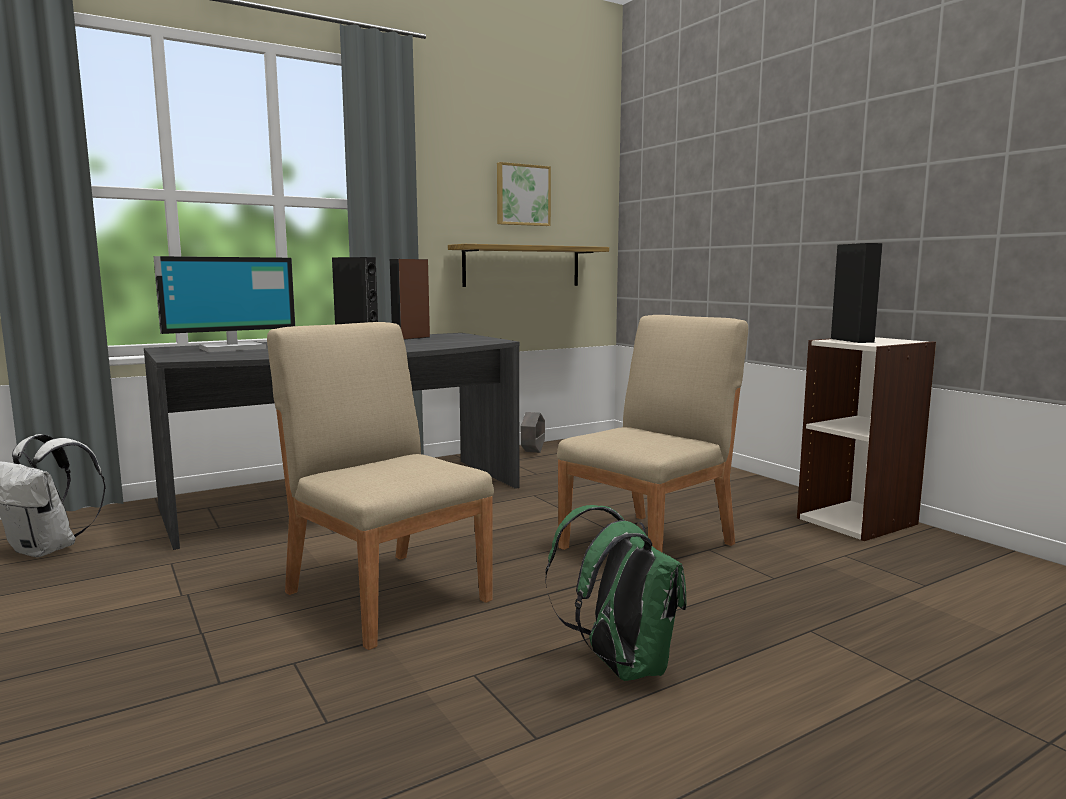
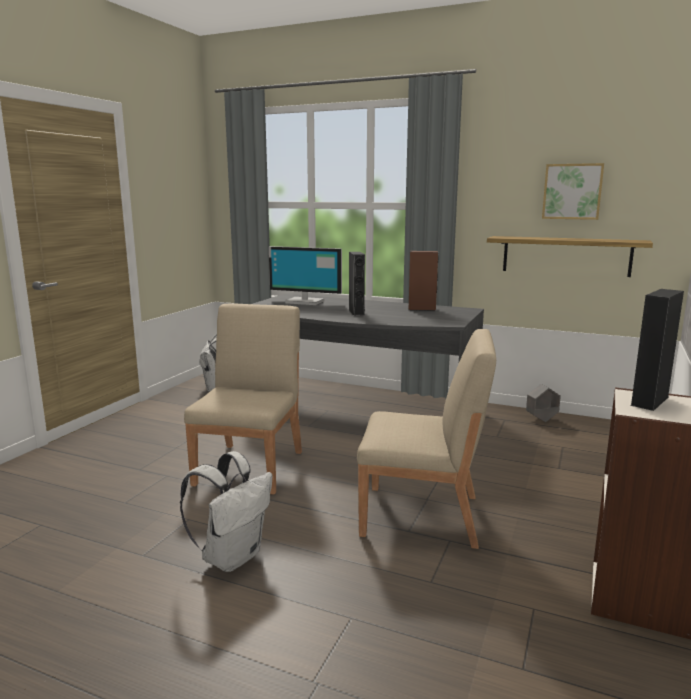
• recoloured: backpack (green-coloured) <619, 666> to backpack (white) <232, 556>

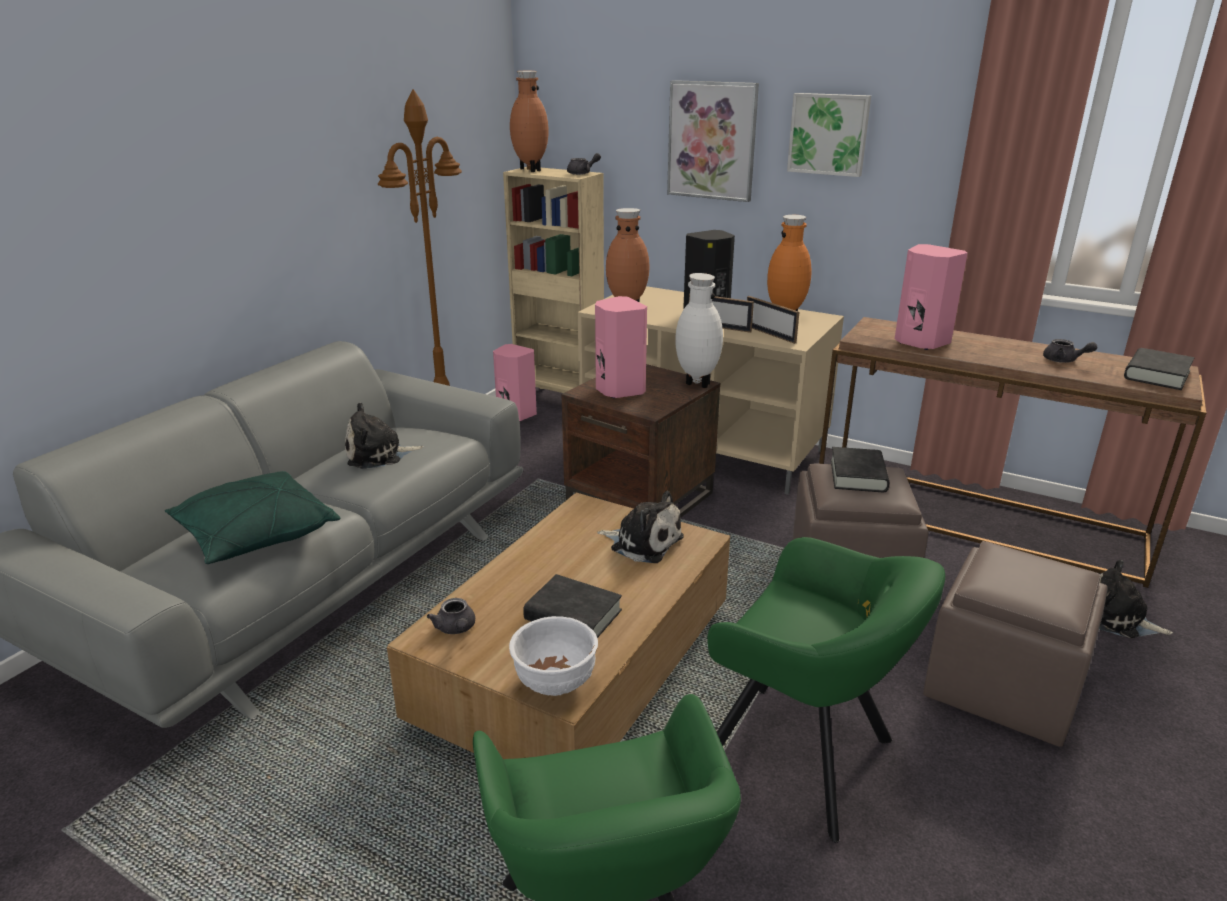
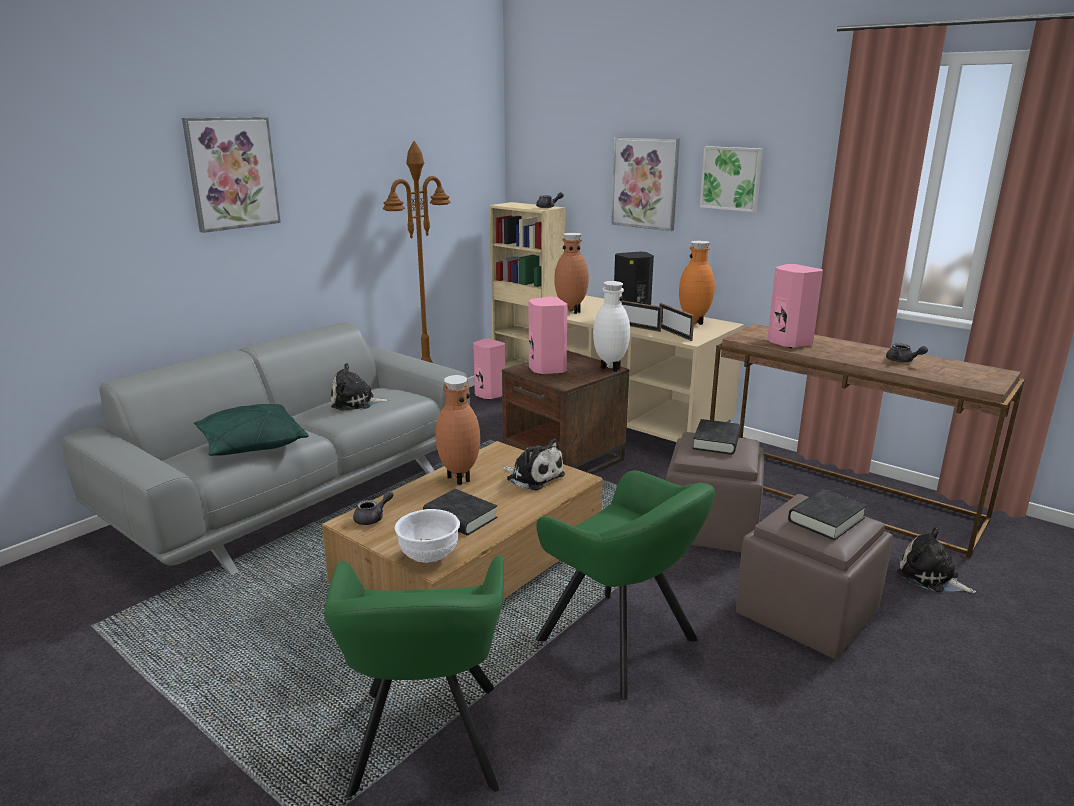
• moved: decorative vase (brown) <530, 170> to <458, 478>
• moved: volume (blackish) <1156, 375> to <826, 519>
• turned: pot for tea (gray) <456, 629> = <373, 518> 120 degrees counterclockwise
• added: wall art <232, 173>

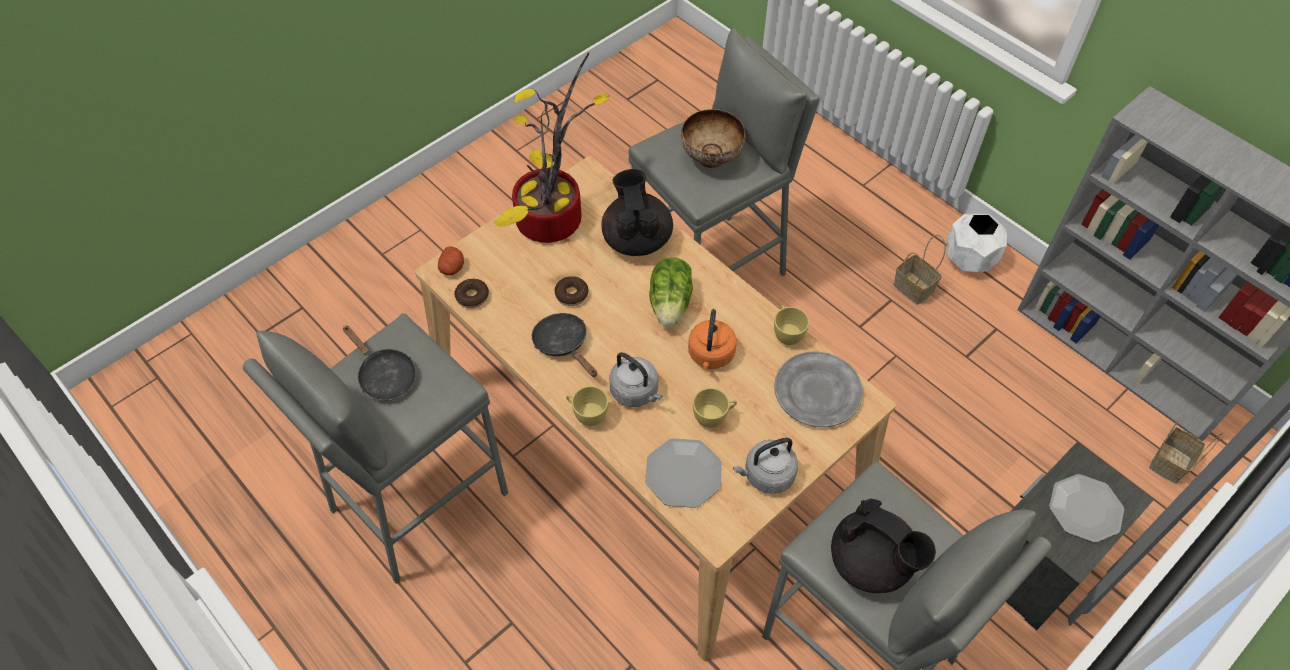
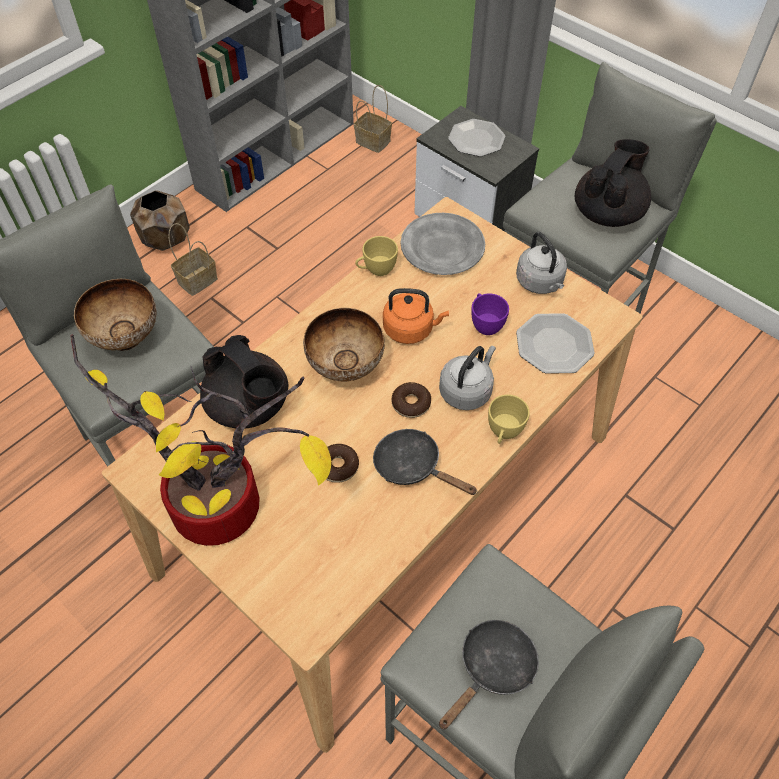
• turned: pot for tea (blackish) <636, 239> = <249, 406> 120 degrees counterclockwise
• recoloured: flower pot (white) <968, 259> to flower pot (brown) <165, 240>
• removed: spud <452, 268>
• replaced: head of lettuce <671, 303> to serving bowl <345, 367>
• moved: donut <472, 297> to <411, 404>
• turned: pan (blackish) <563, 344> = <413, 466> 75 degrees clockwise
• recoloured: small cup (yellowish) <714, 417> to small cup (purple) <485, 324>

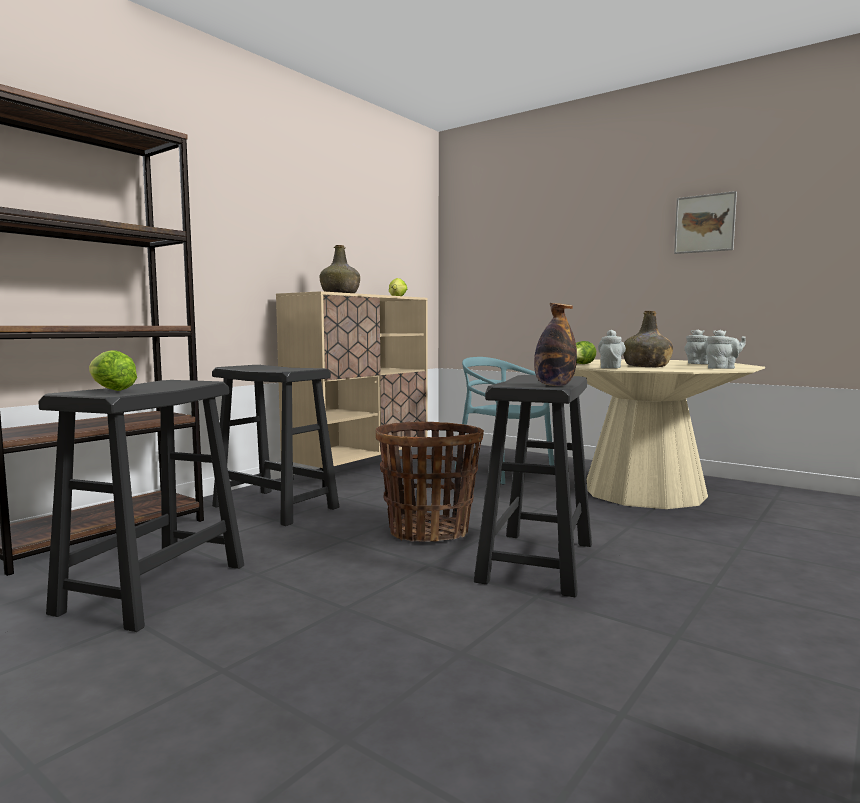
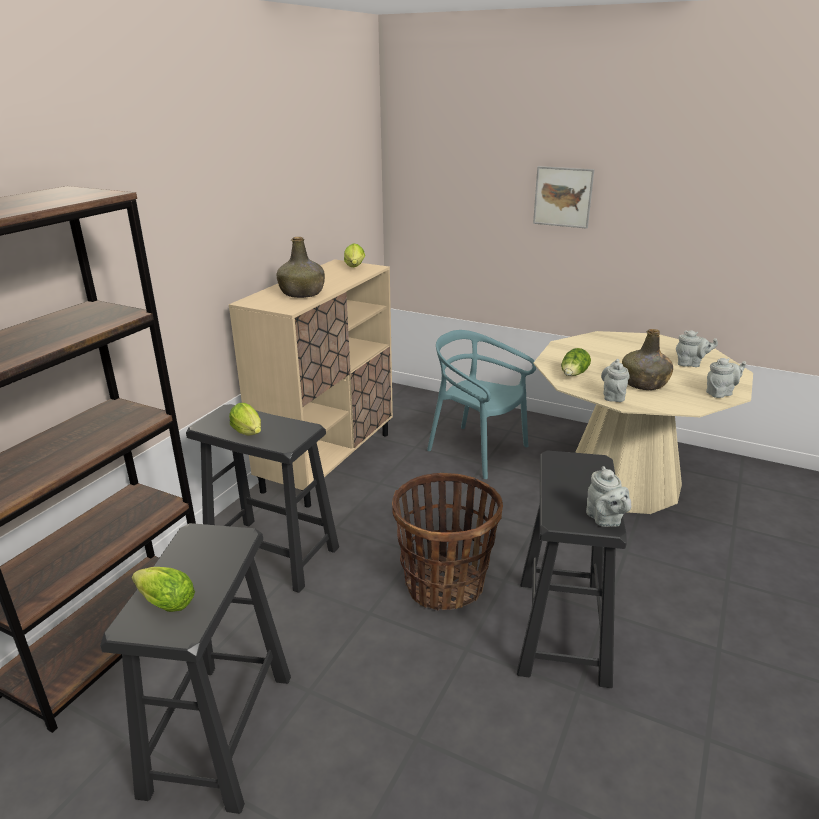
• moved: wall art <704, 223> to <563, 197>
• replaced: beverage bottle <554, 385> to pot for tea (gray) <605, 519>
• added: head of lettuce <249, 433>

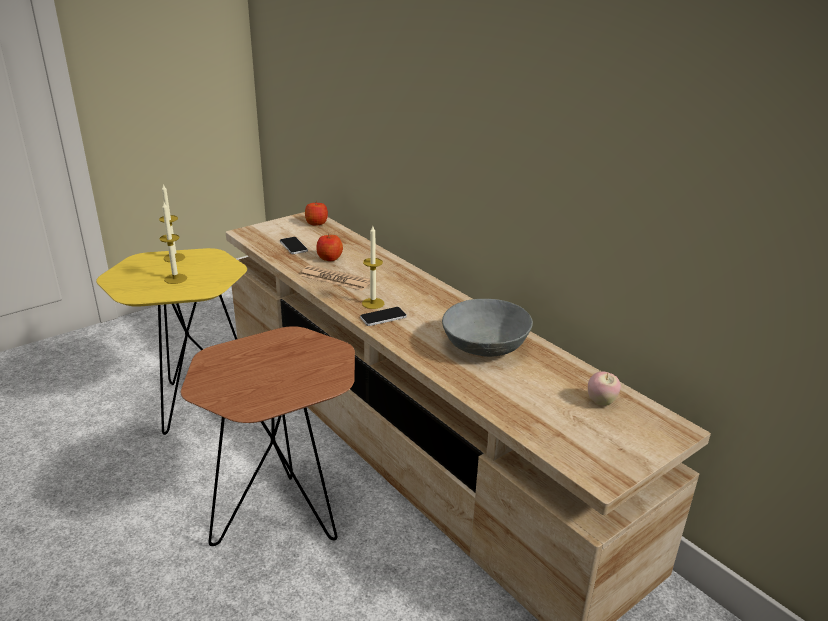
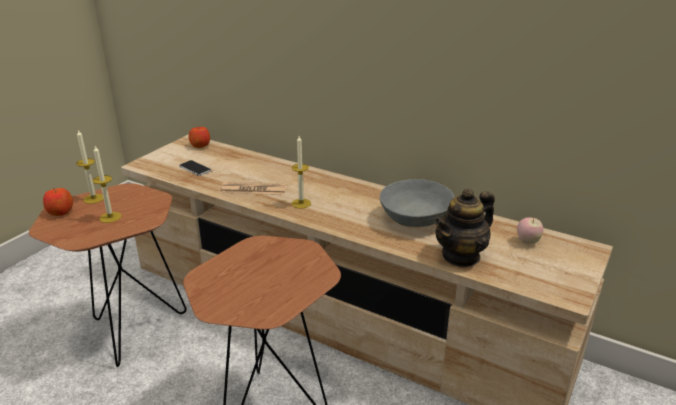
• moved: apple <329, 258> to <60, 212>
• recoloured: accent table (yellowish) <193, 405> to accent table (brown) <130, 333>
• removed: handset <383, 317>
• added: pot for tea <461, 256>

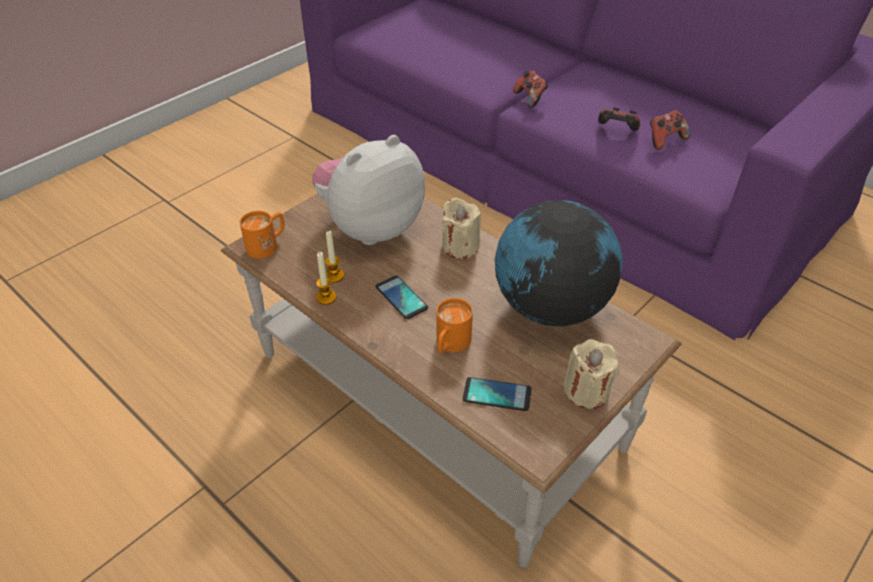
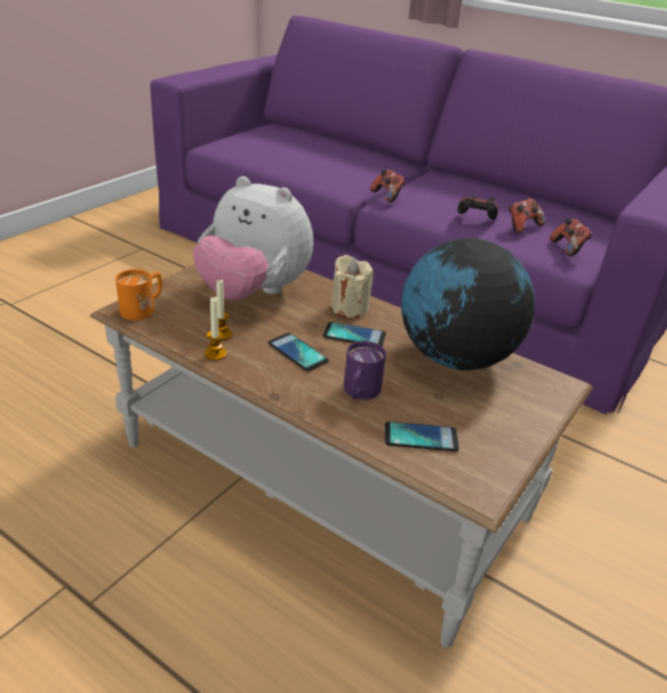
• turned: soft toy <371, 227> = <253, 293> 105 degrees counterclockwise
• recoloured: mug (orange) <450, 345> to mug (purple) <359, 393>
• removed: wax light (beige-coloured) <586, 391>
• added: joypad <568, 248>
• added: handset <354, 335>

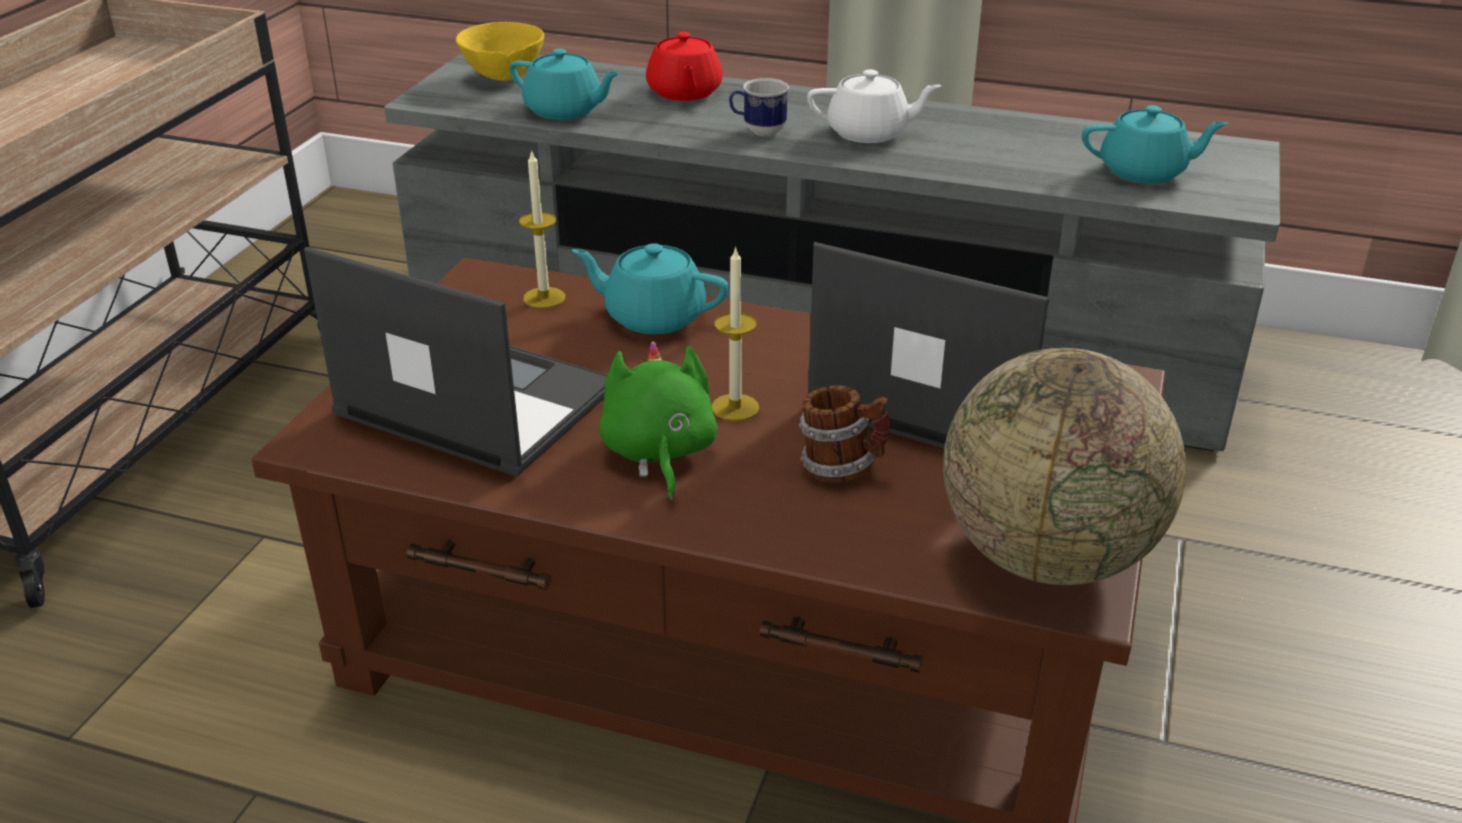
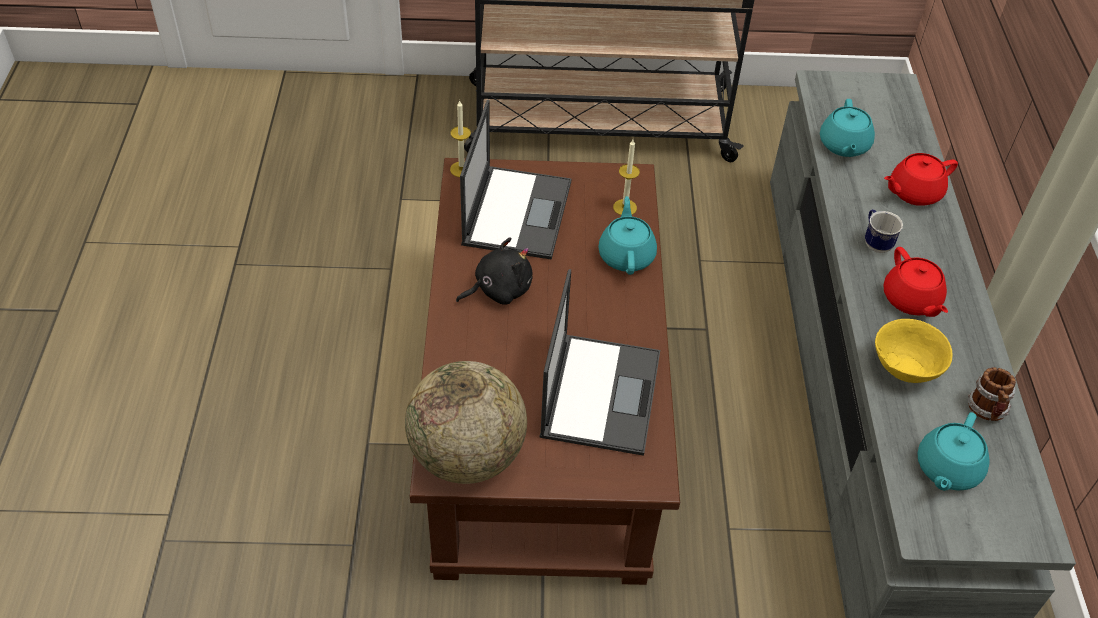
• moved: serving bowl (yellowish) <503, 77> to <904, 370>
• recoloured: pot for tea (white) <869, 133> to pot for tea (red) <911, 300>
• turned: pot for tea (turquoise) <1144, 172> = <947, 469> 45 degrees clockwise
• moved: wax light <735, 407> to <461, 169>
• recoloured: soft toy (green-coloured) <658, 453> to soft toy (blackish) <499, 289>
• moved: mug <842, 468> to <986, 411>

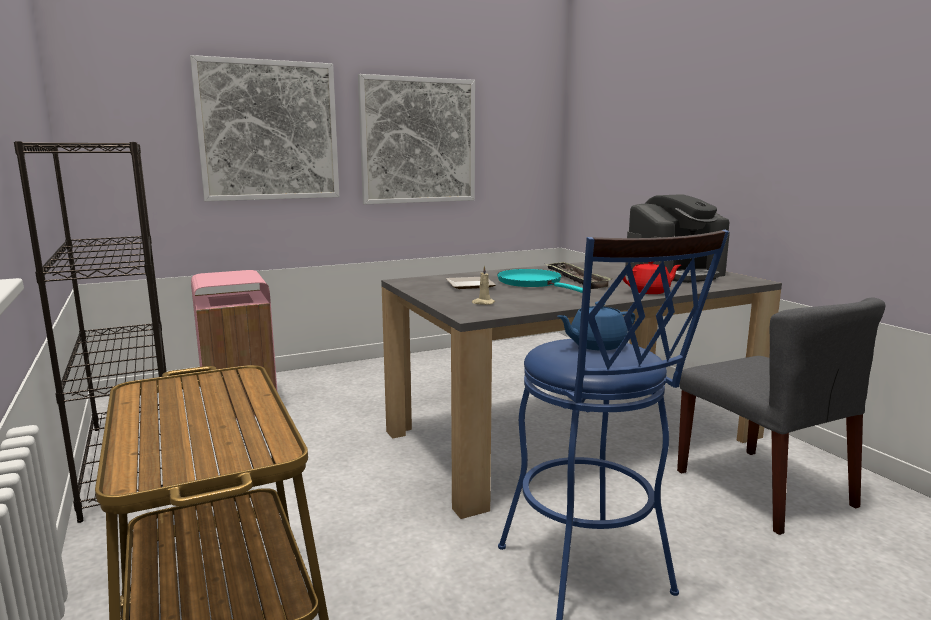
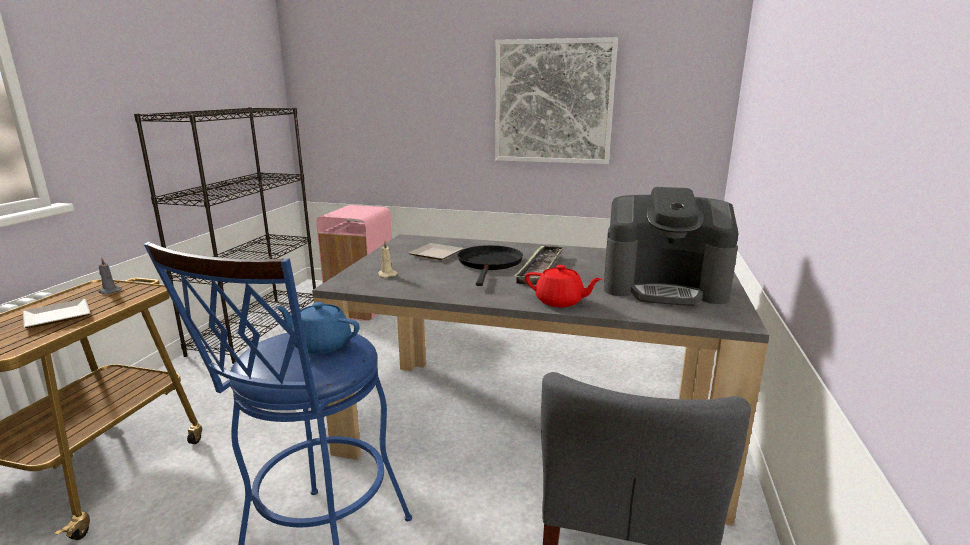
• removed: wall art <269, 131>
• recoloured: pan (turquoise) <532, 283> to pan (blackish) <490, 263>
• added: wax light (gray) <109, 291>
• added: dinner plate <55, 317>

